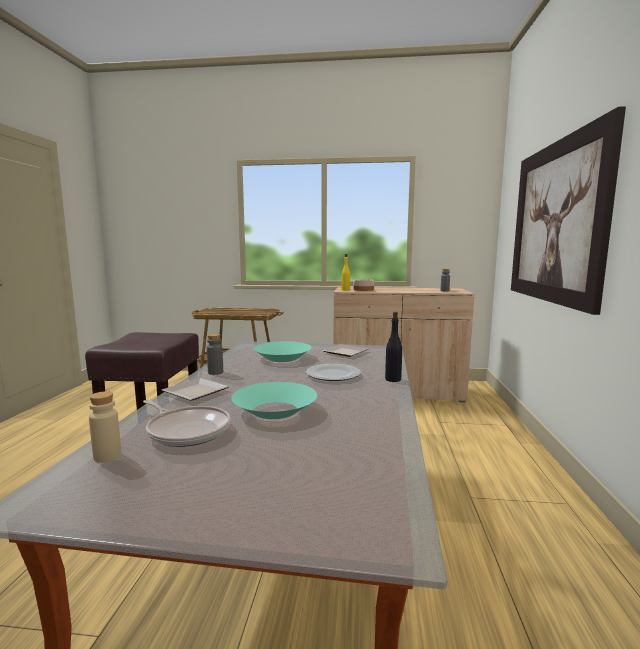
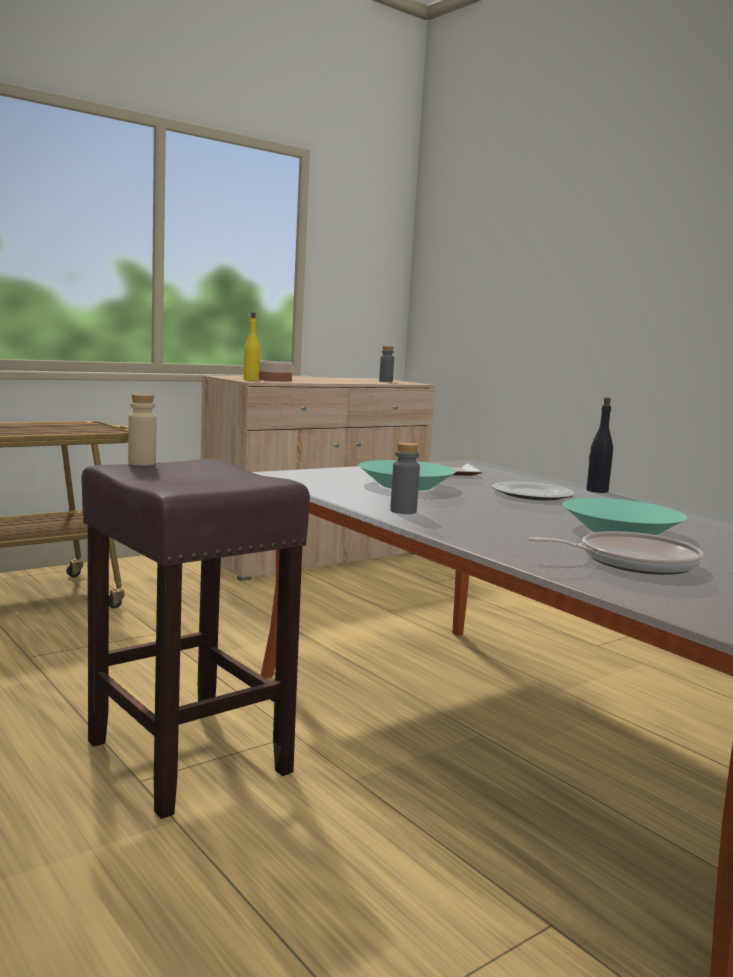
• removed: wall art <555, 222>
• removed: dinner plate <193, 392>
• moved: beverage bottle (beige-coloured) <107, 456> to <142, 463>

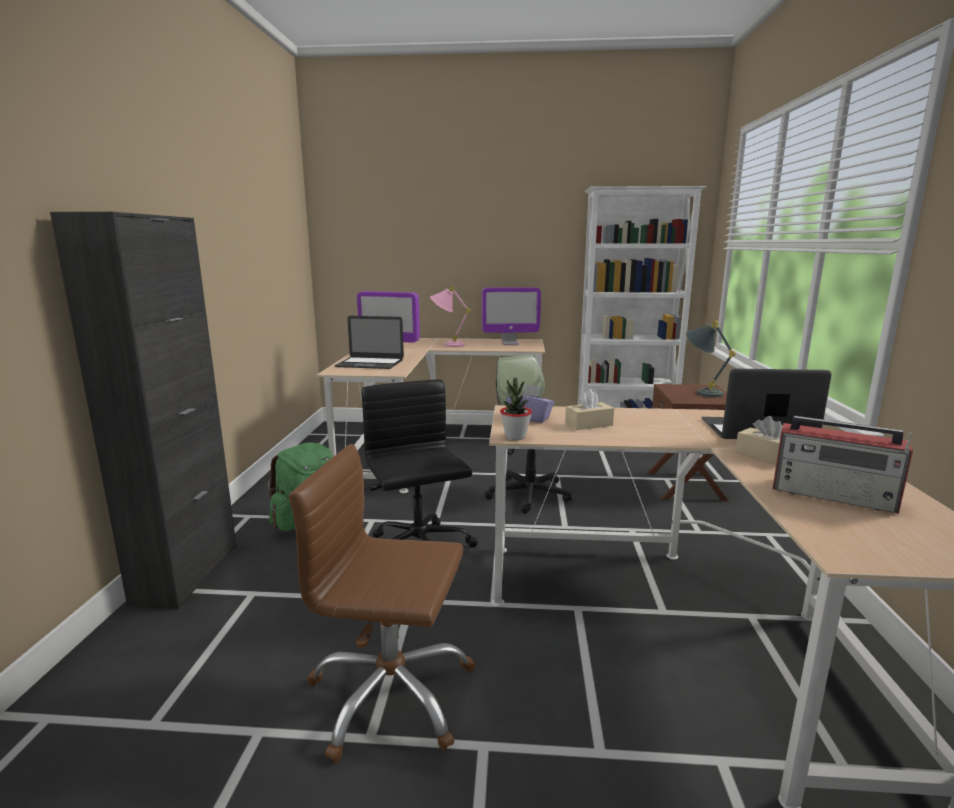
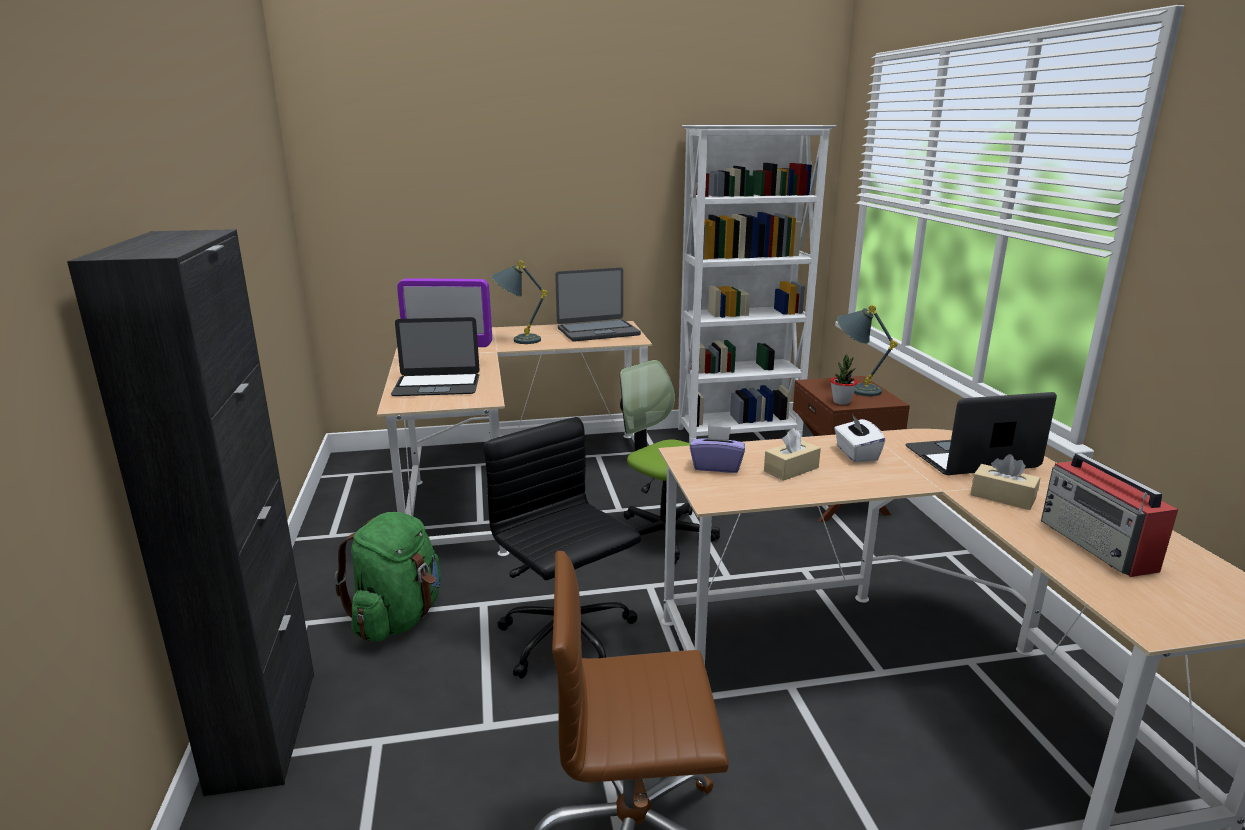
• recoloured: tabletop lamp (pink-coloured) <447, 345> to tabletop lamp (gray) <516, 340>
• replaced: monitor <510, 343> to portable computer <597, 331>
• moved: plant in a pot <515, 437> to <841, 402>
• turned: radio <834, 495> = <1098, 545> 60 degrees clockwise
• added: tissue box (white) <856, 454>

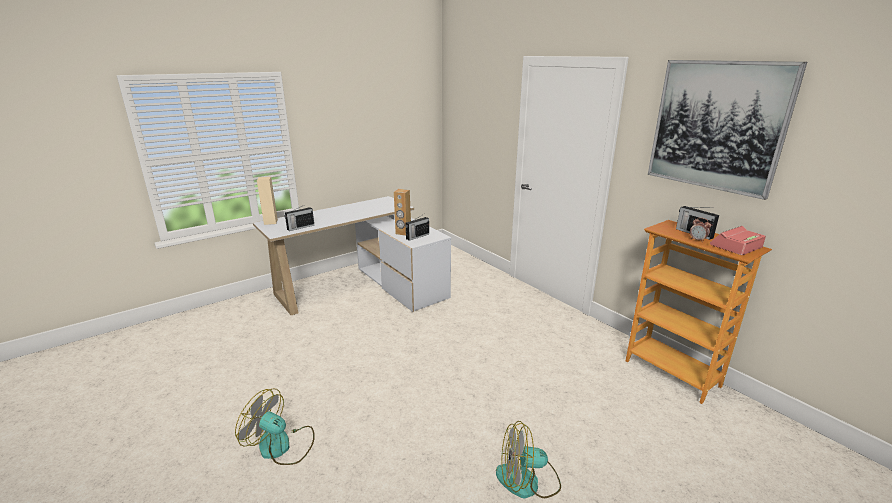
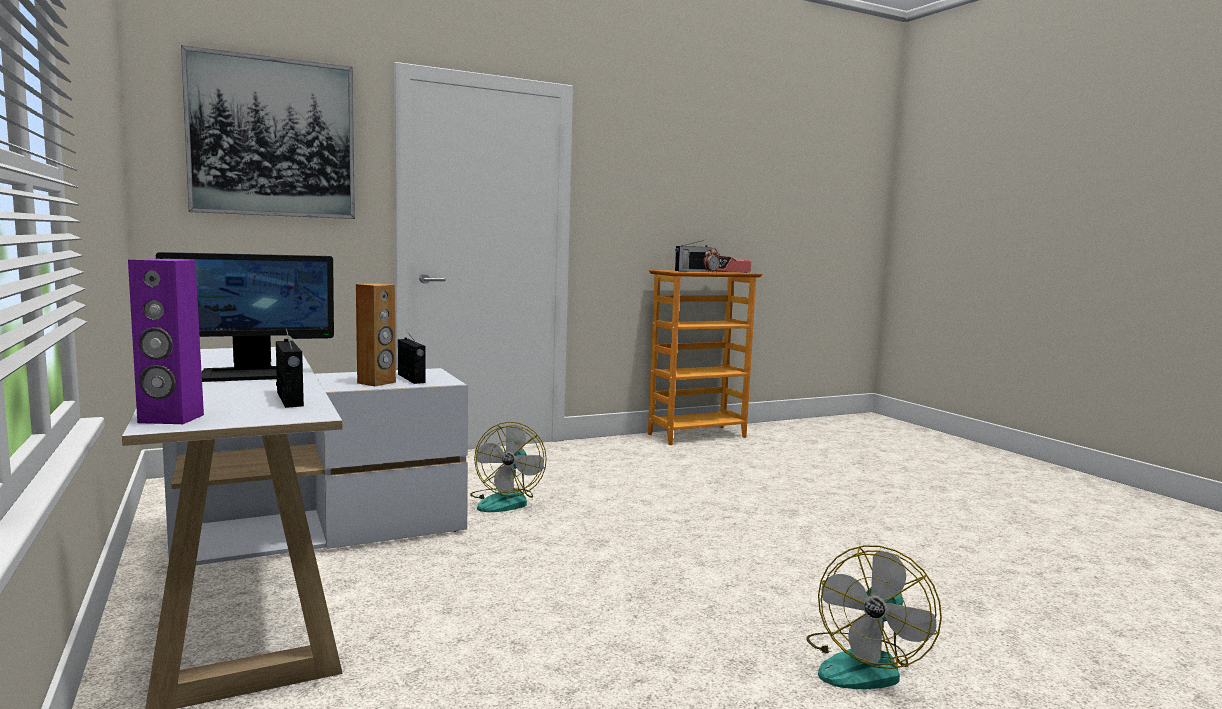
• moved: wall art <717, 126> to <272, 138>
• recoloured: audio speaker (beige-coloured) <270, 222> to audio speaker (purple) <171, 419>
• moved: electric fan <527, 481> to <506, 501>
• added: monitor <253, 374>

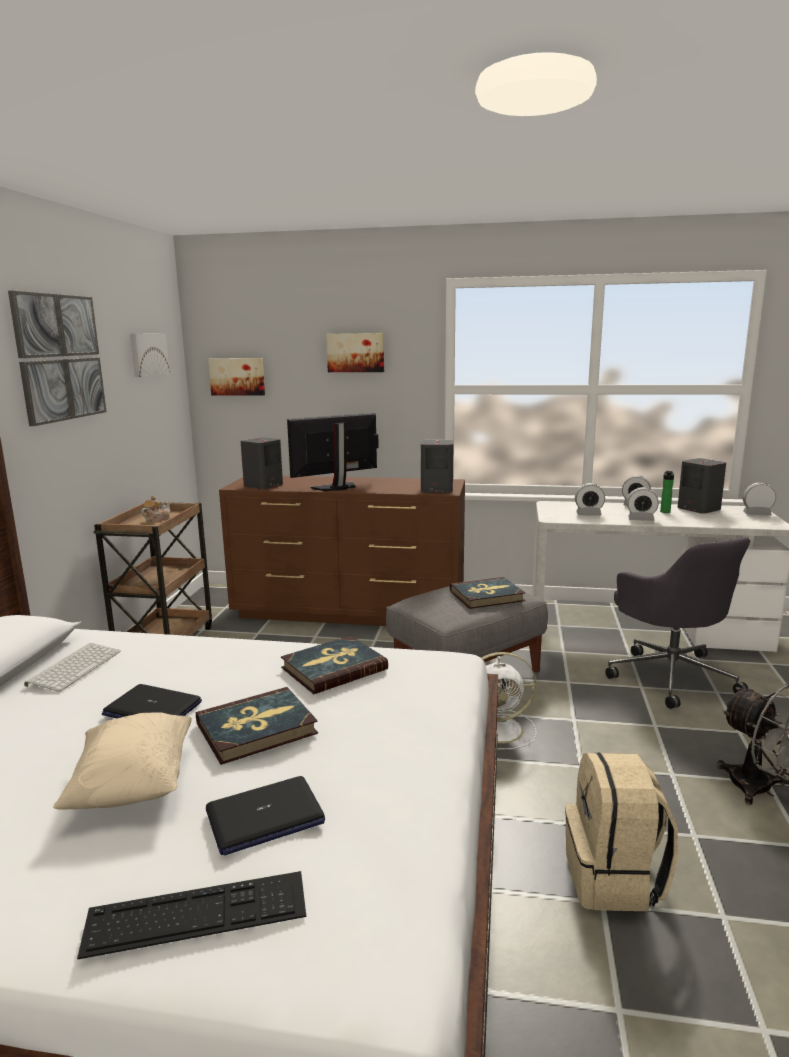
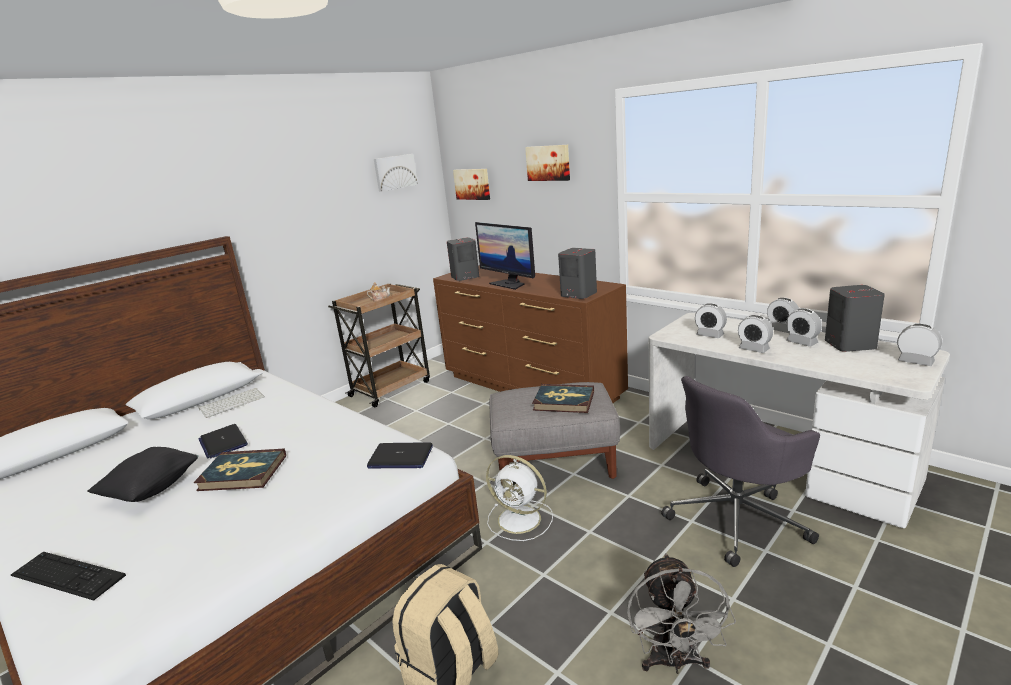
• removed: wall art <59, 357>
• turned: monitor <337, 487> = <509, 284> 135 degrees counterclockwise
• replaced: beverage bottle <665, 511> to alarm clock <801, 342>
• turned: computer chair (gray) <670, 675> = <738, 518> 45 degrees clockwise
• removed: volume <333, 668>
• recoloured: pillow (beige-coloured) <133, 785> to pillow (blackish) <152, 489>
• moved: portable computer <264, 817> to <400, 457>

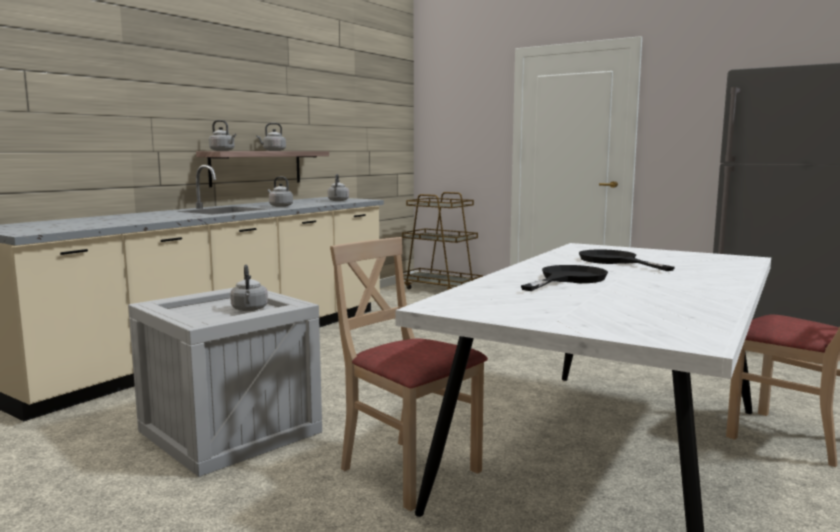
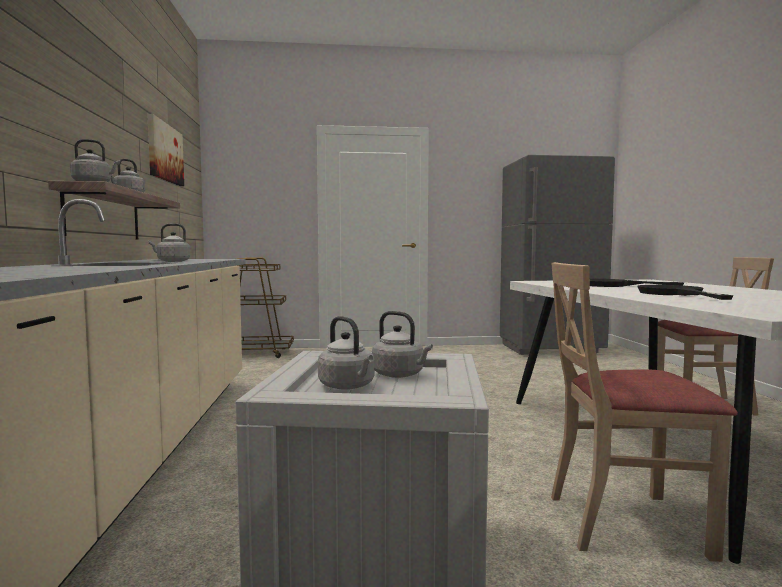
• moved: kettle (gray) <338, 200> to <348, 386>
• added: wall art <164, 153>

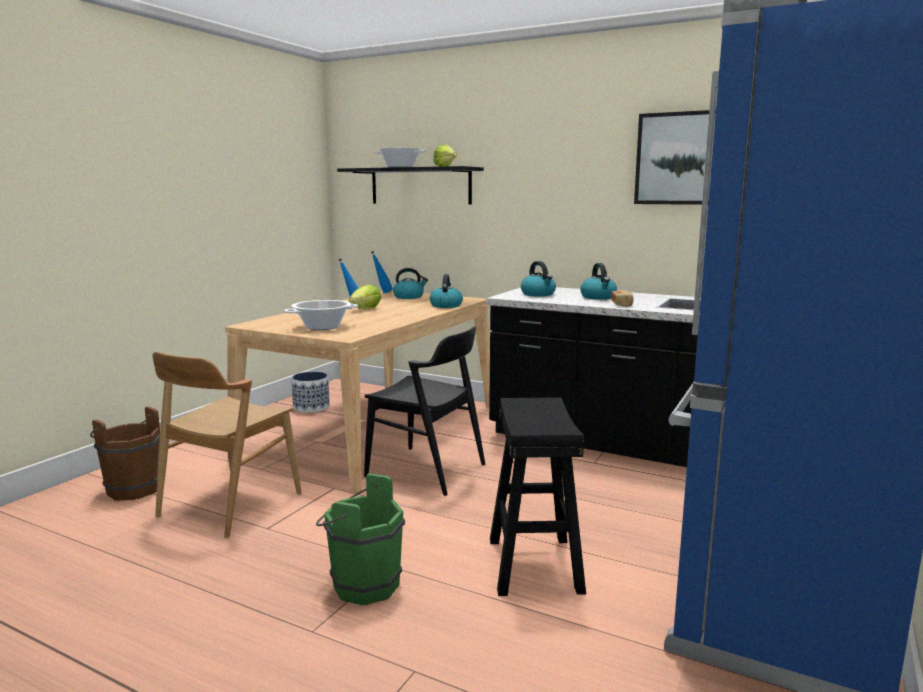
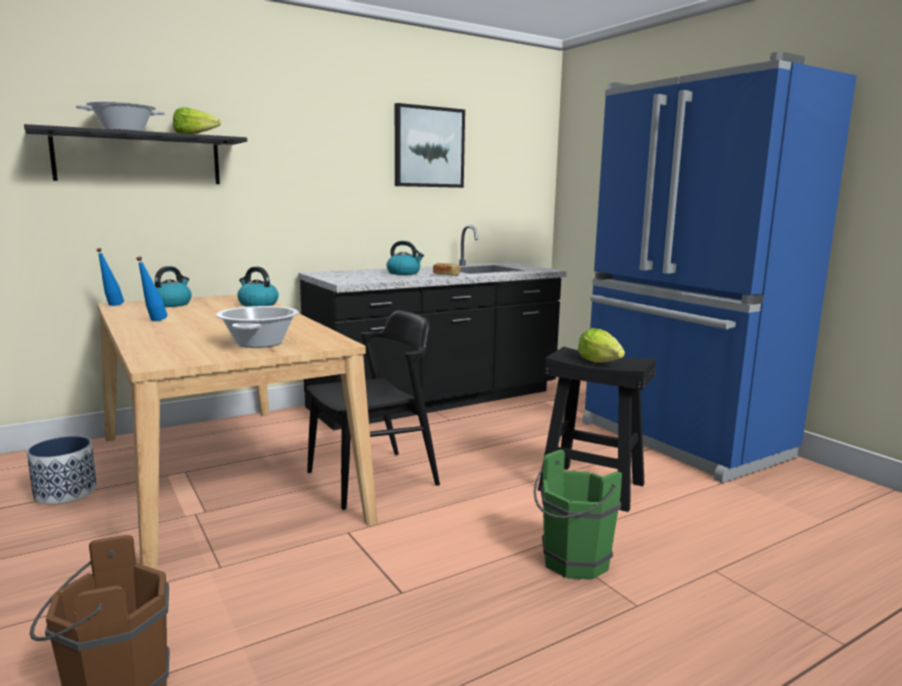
• removed: kettle <538, 294>
• moved: head of lettuce <366, 309> to <599, 362>
• removed: plain chair (brown) <230, 505>

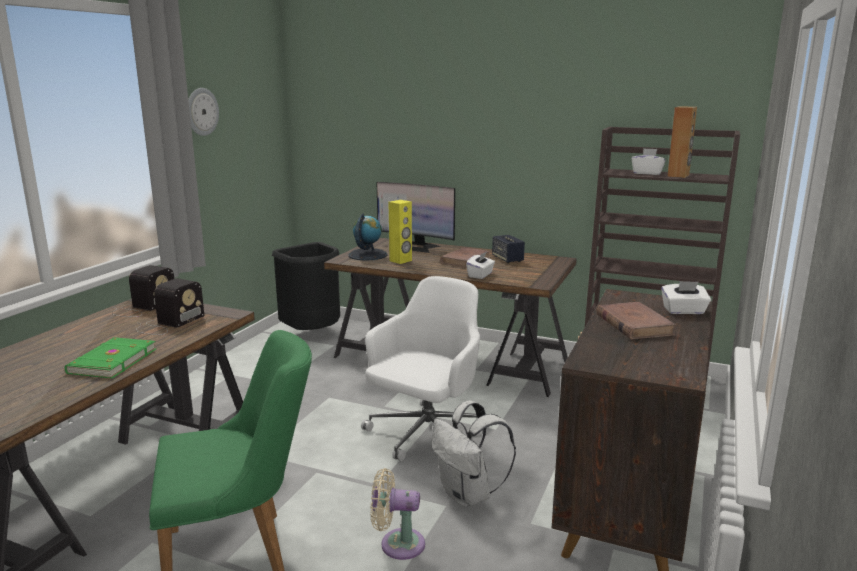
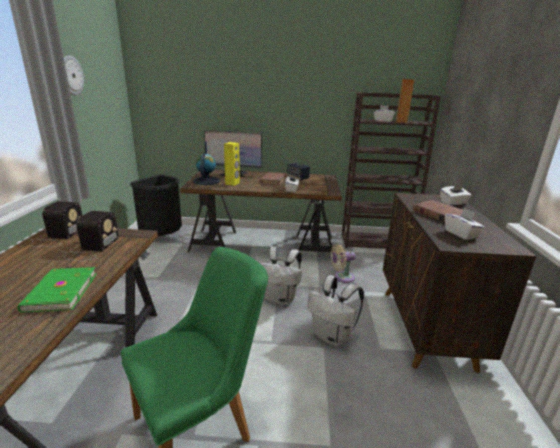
• replaced: computer chair (white) <426, 436> to backpack (white) <280, 299>
• moved: electric fan (beige-coloured) <397, 544> to <342, 277>
• added: tissue box (white) <461, 234>

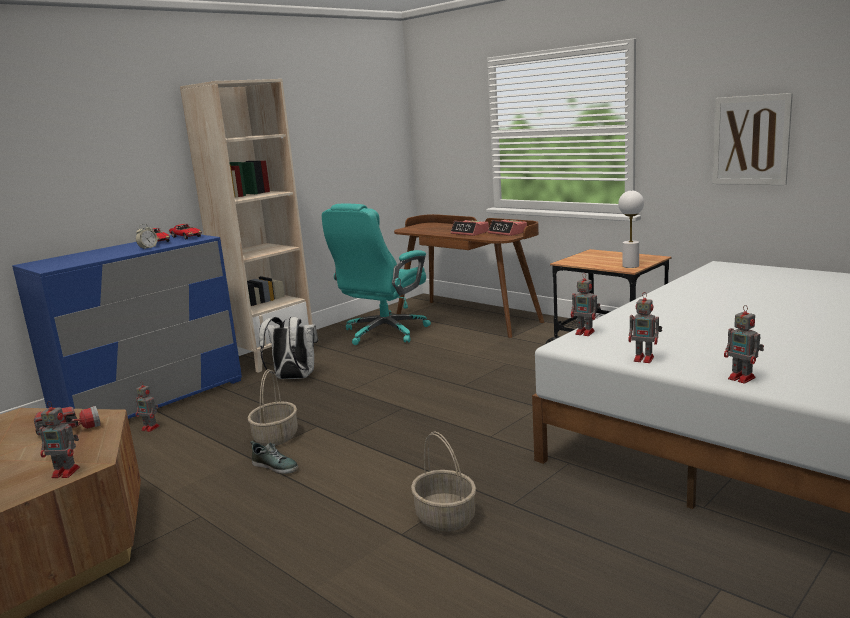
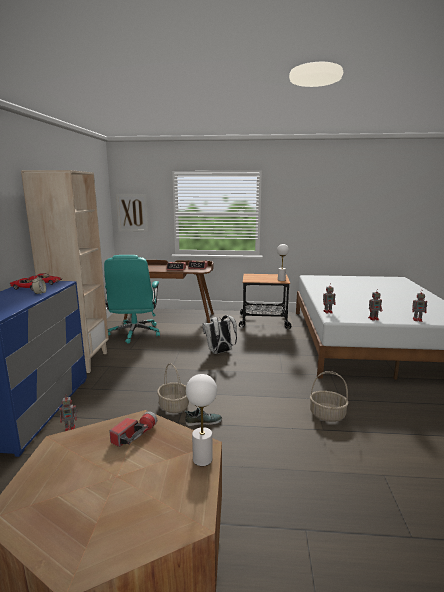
• moved: wall art <751, 140> to <132, 212>
• moved: backpack (white) <293, 378> to <220, 352>
• replaced: toy robot <67, 472> to tabletop lamp (white) <202, 459>

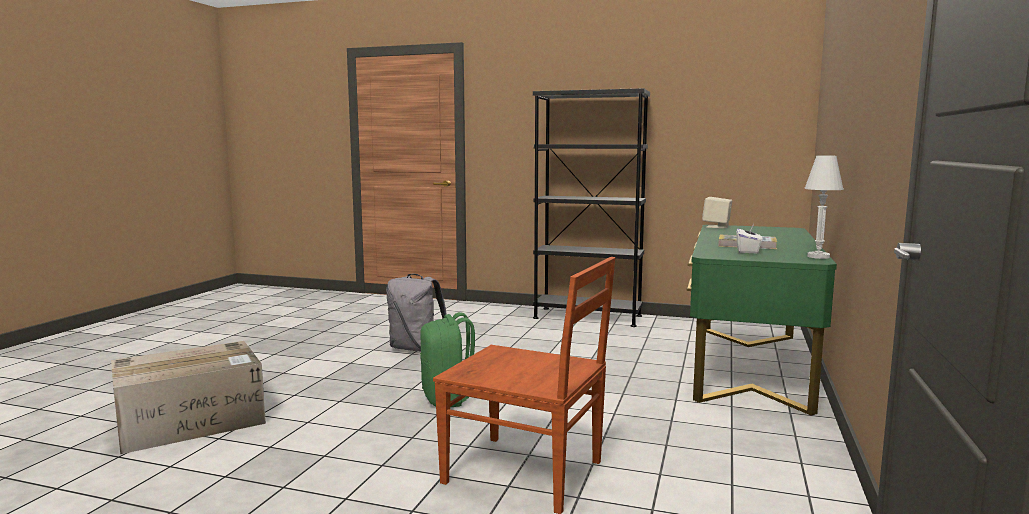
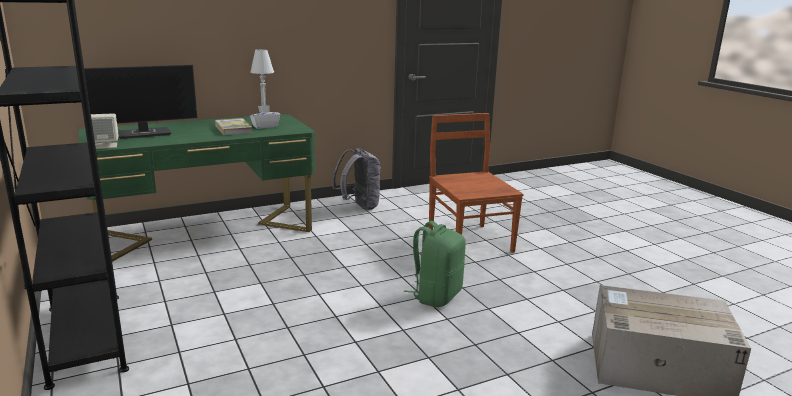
• moved: backpack (gray) <416, 349> to <359, 206>
• added: monitor <145, 133>

